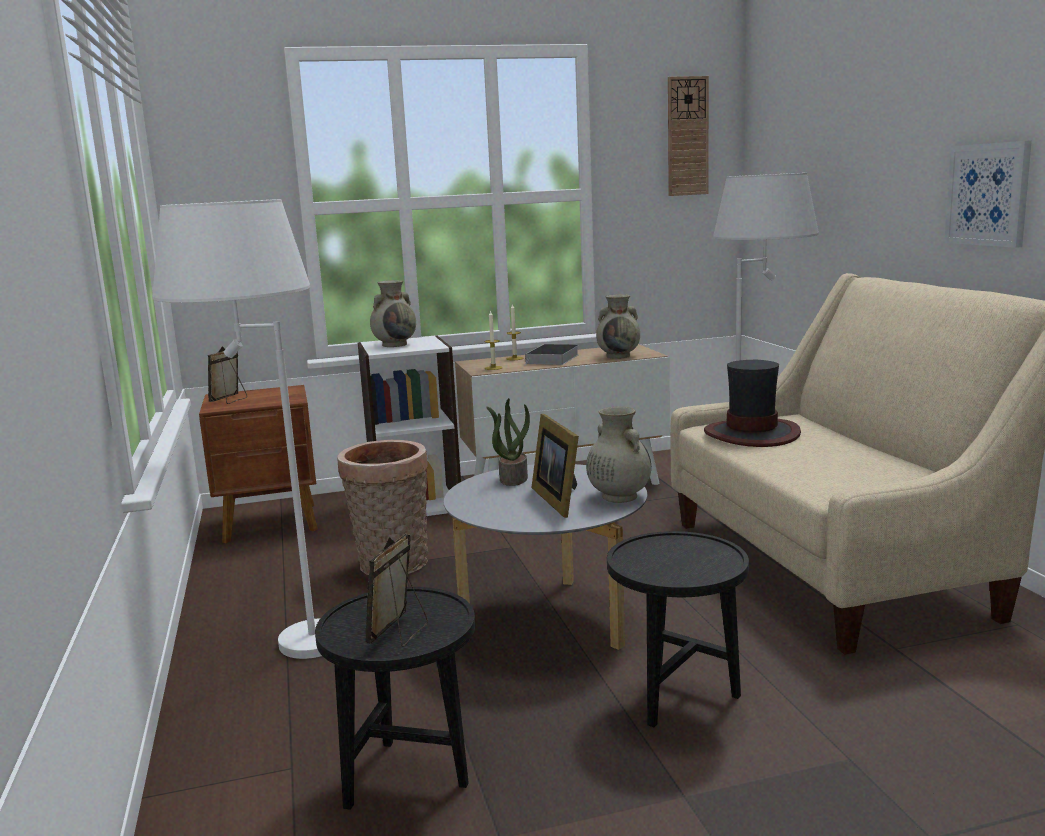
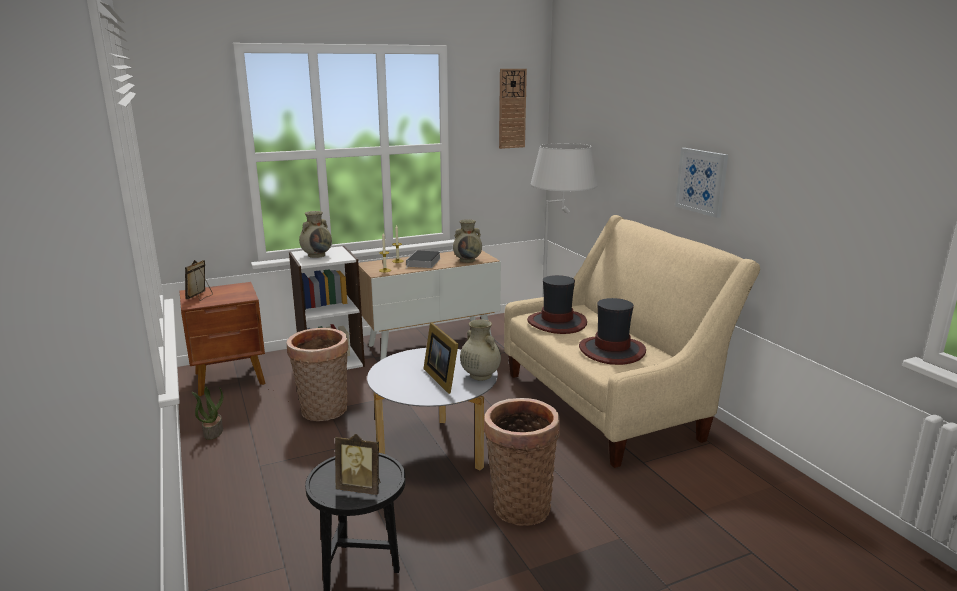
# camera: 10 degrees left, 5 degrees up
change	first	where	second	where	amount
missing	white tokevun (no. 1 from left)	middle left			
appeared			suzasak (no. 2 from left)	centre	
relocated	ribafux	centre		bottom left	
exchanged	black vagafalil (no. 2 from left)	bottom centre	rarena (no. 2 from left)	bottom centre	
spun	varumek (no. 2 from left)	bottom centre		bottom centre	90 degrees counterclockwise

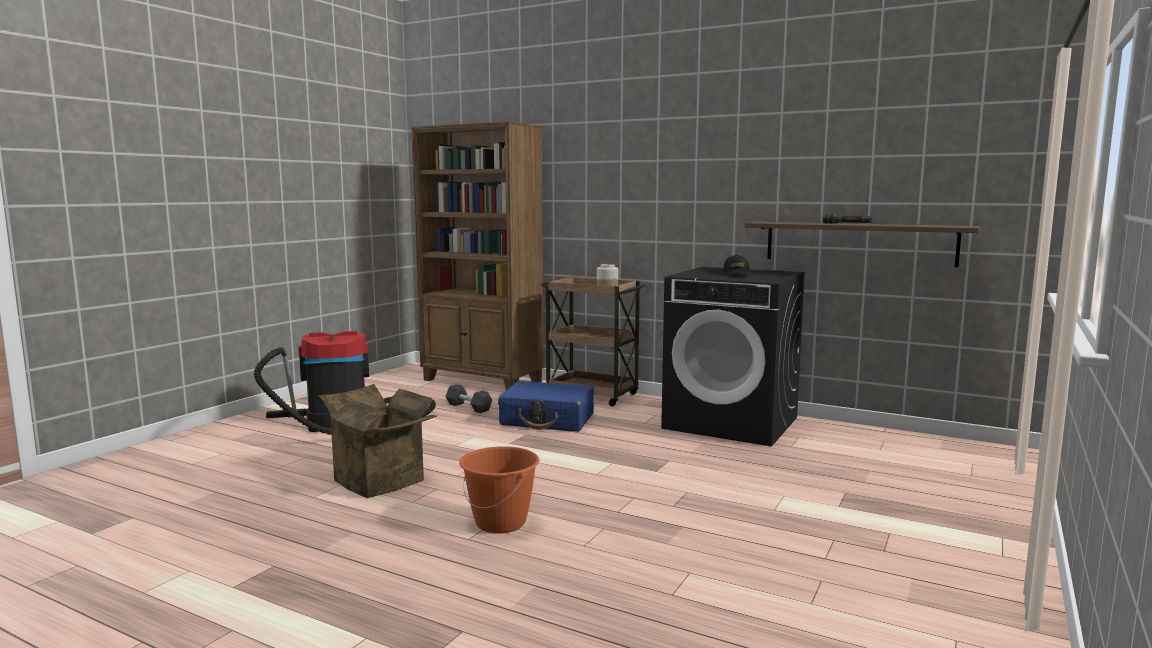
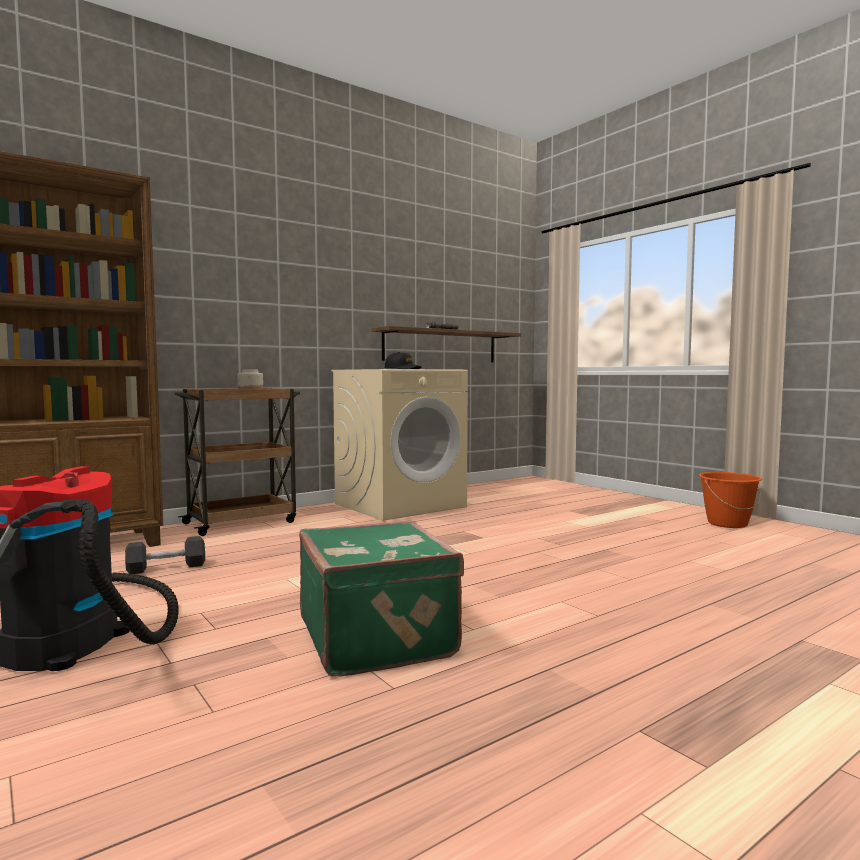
# camera: 65 degrees left, 5 degrees down
change	first	where	second	where	amount
missing	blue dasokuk	centre			
relocated	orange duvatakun	bottom centre		middle right	
exchanged	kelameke	bottom left	green dasokuk	bottom centre	
colour	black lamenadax	centre	beige lamenadax	centre	

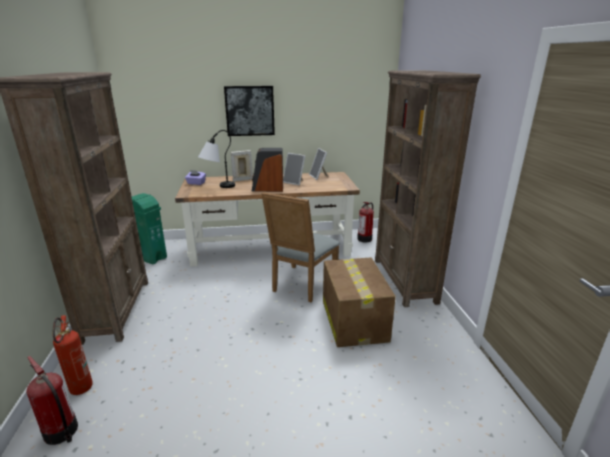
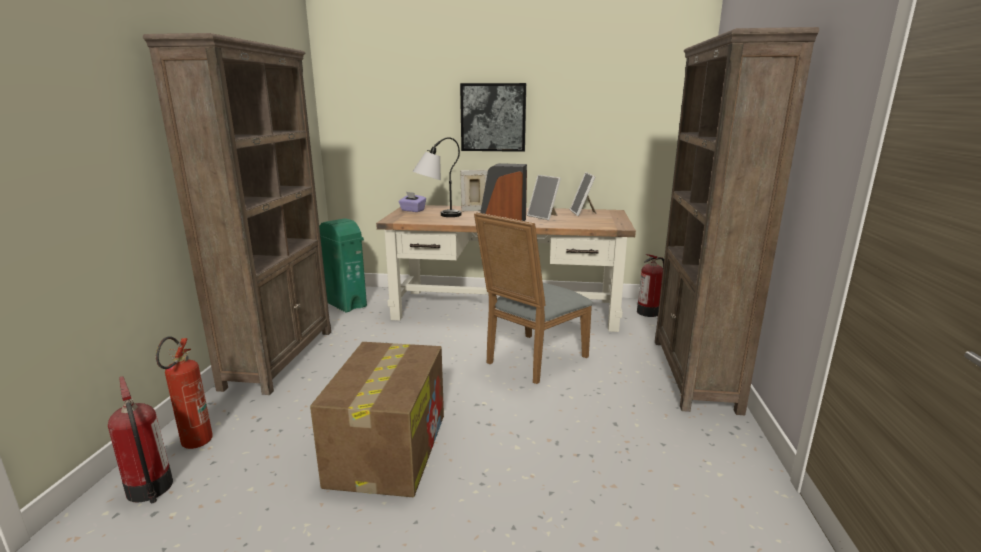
# camera: 15 degrees right, 5 degrees down
change	first	where	second	where	amount
relocated	kelameke	centre		bottom centre	

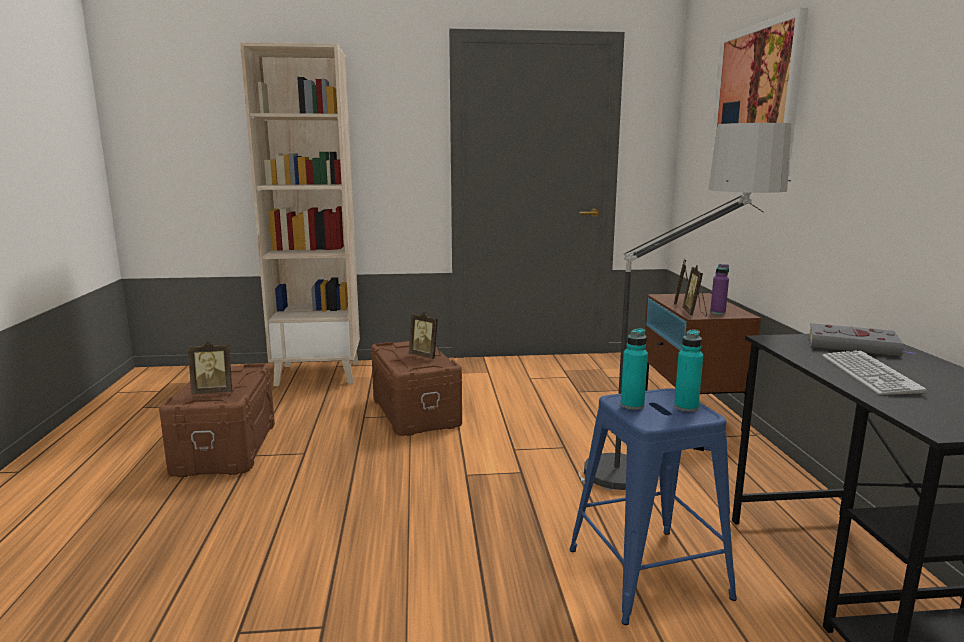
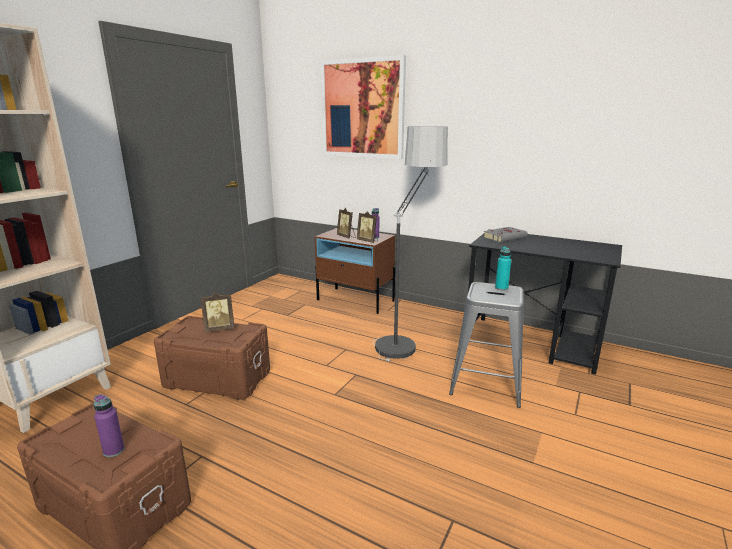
# camera: 55 degrees left, 5 degrees up
change	first	where	second	where	amount
missing	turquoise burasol (no. 1 from left)	centre			
missing	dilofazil	middle right			
exchanged	varumek (no. 1 from left)	middle left	purple burasol (no. 1 from left)	bottom left	
colour	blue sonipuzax	bottom right	grey sonipuzax	centre	

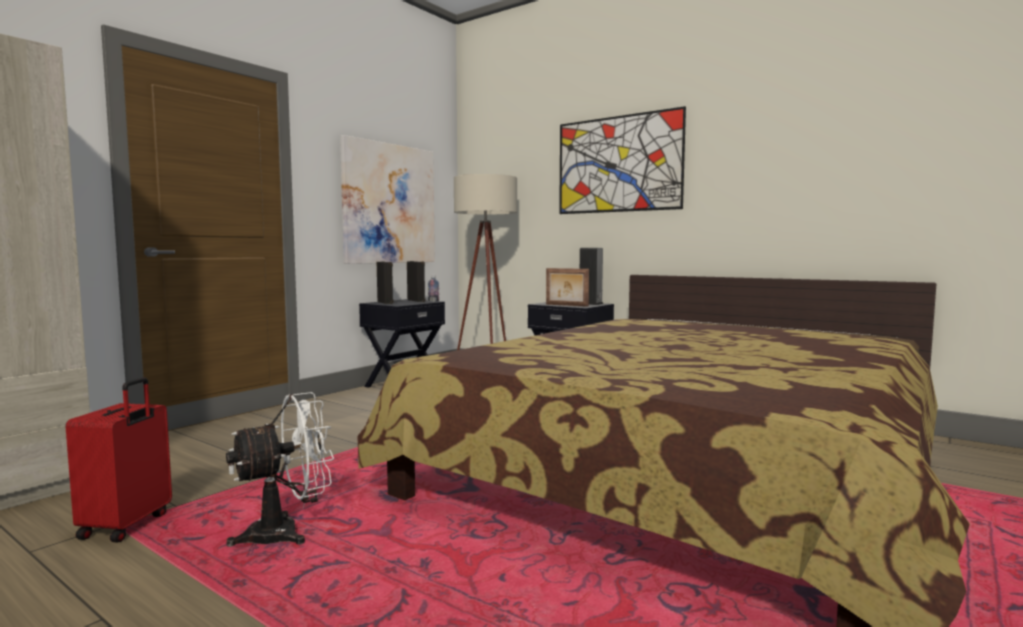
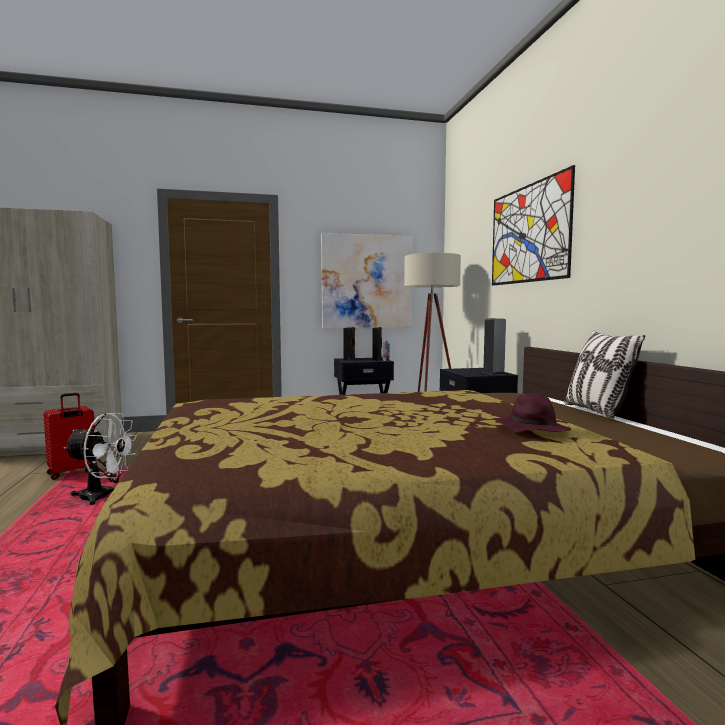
# camera: 40 degrees right, 0 degrees up
change	first	where	second	where	amount
missing	varumek	centre			
appeared			purple suzasak	middle right	
appeared			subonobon	middle right	

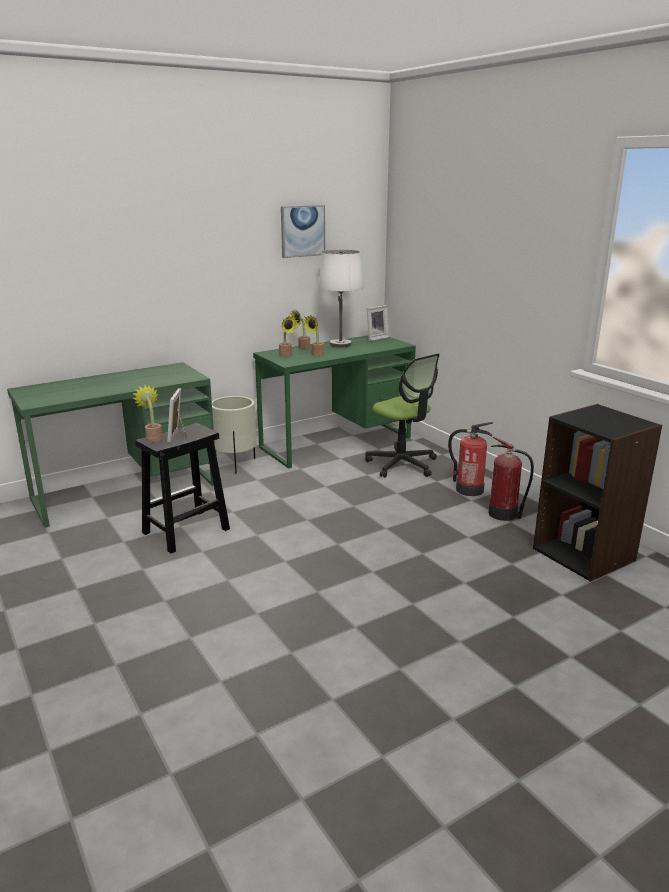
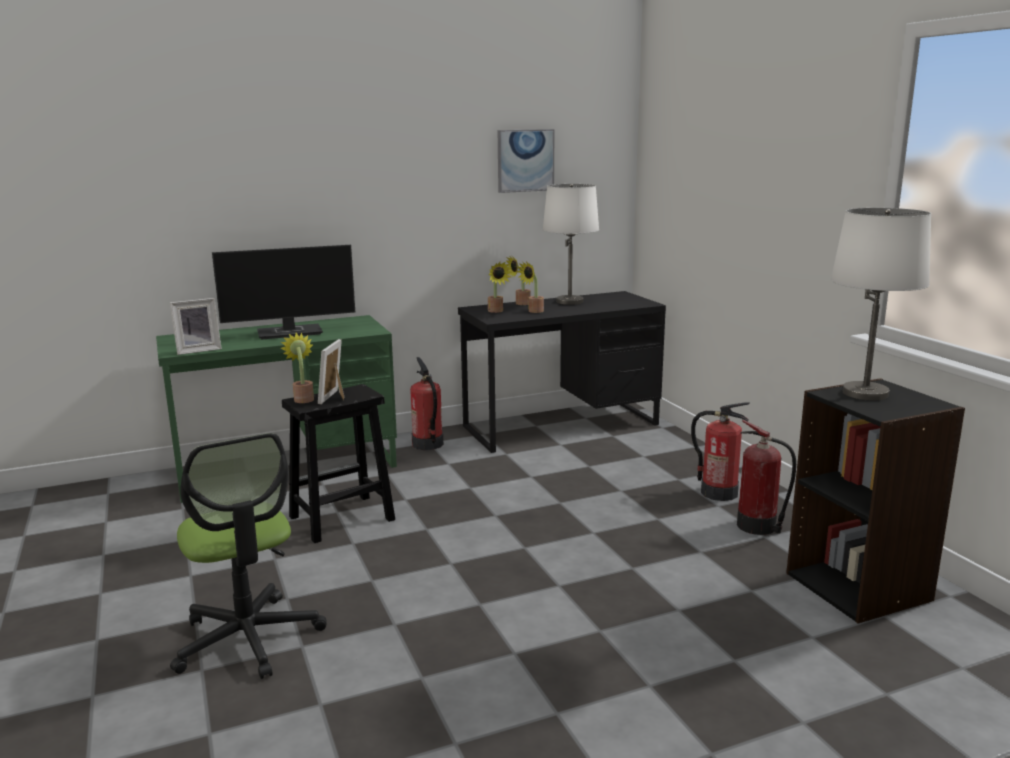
# camera: 10 degrees right, 5 degrees down
change	first	where	second	where	amount
appeared			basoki	middle left	
appeared			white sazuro (no. 2 from left)	middle right	
relocated	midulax	centre		bottom left	
relocated	varumek (no. 2 from left in the first image)	centre	varumek (no. 1 from left)	middle left	
exchanged	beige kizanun	centre	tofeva (no. 1 from left)	centre	
colour	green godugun (no. 2 from left)	centre	black godugun	centre	

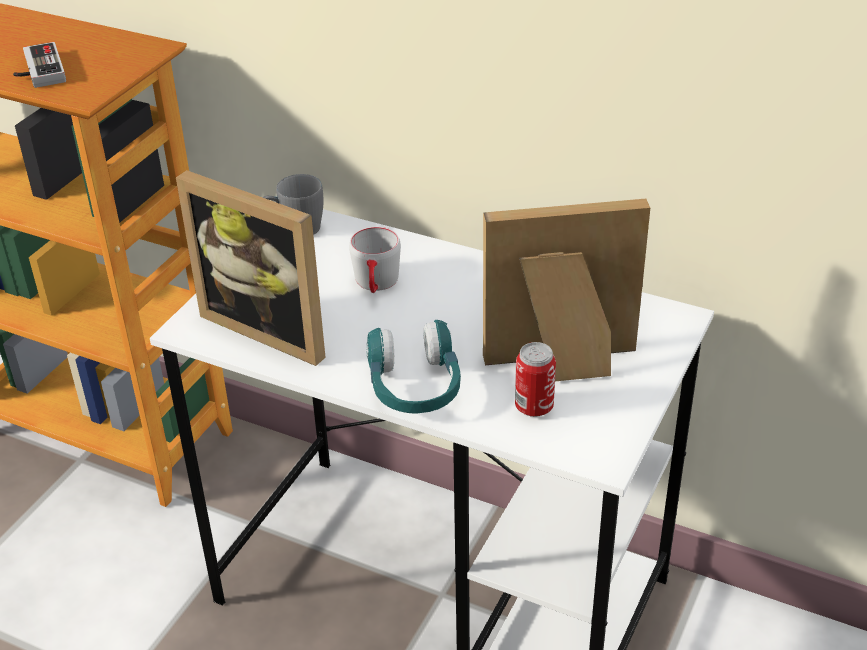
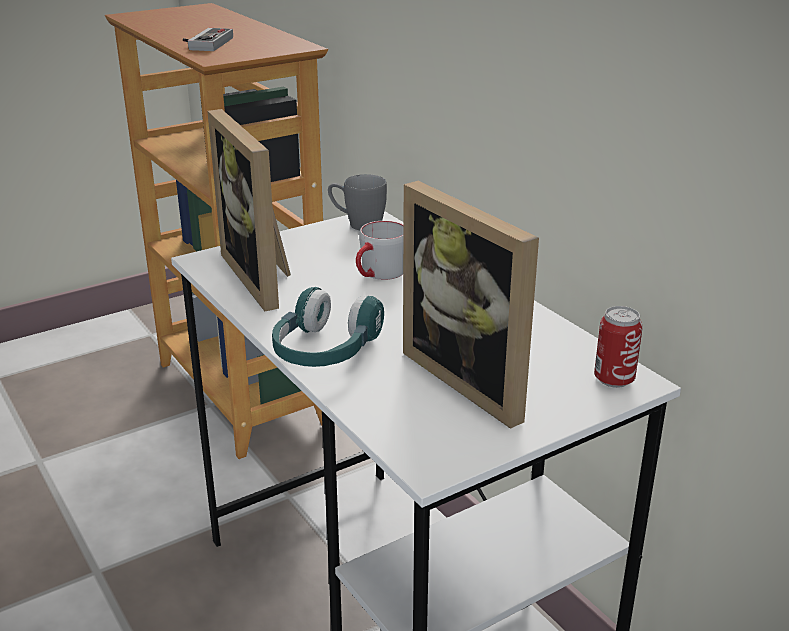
# camera: 30 degrees right, 10 degrees down
change	first	where	second	where	amount
relocated	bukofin	centre		middle right	
spun	varumek (no. 2 from left)	centre		centre	150 degrees counterclockwise

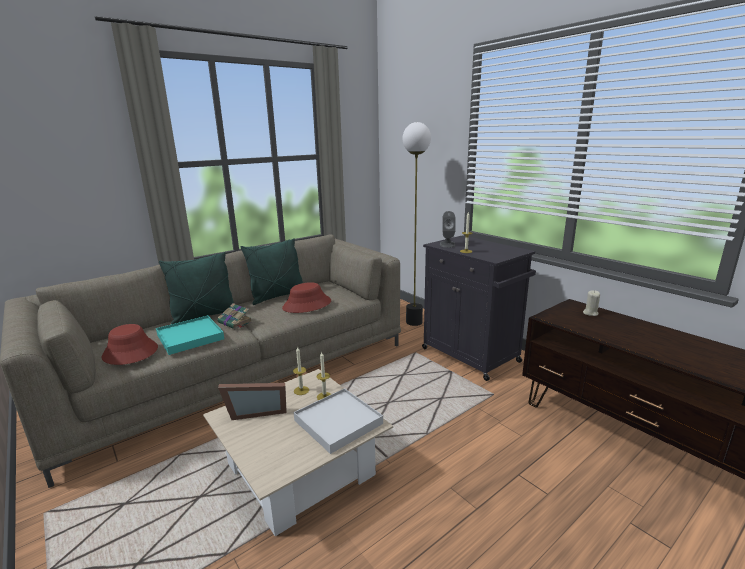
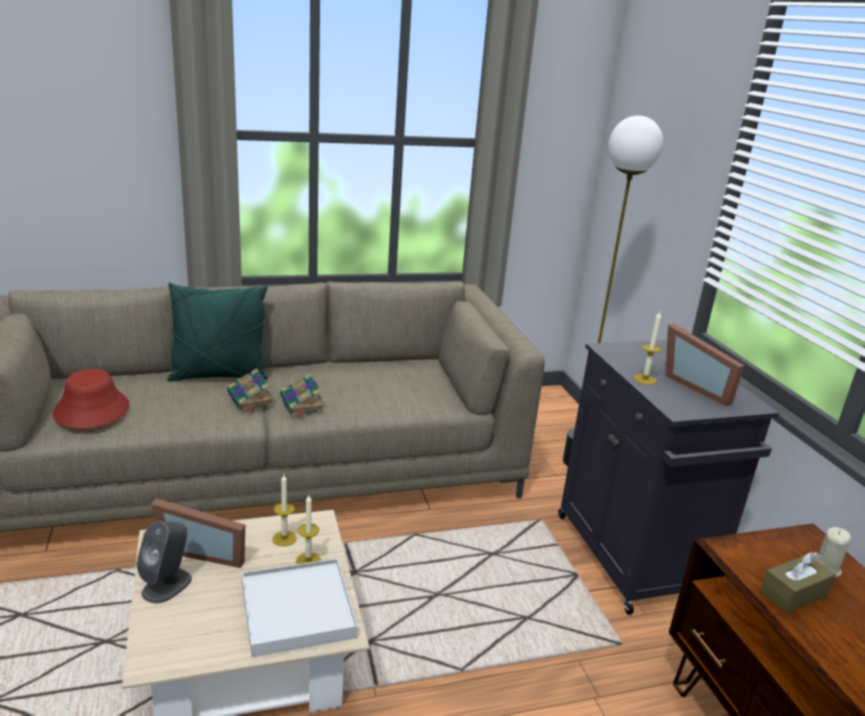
# camera: 20 degrees right, 5 degrees up
change	first	where	second	where	amount
missing	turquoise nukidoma	middle left			
missing	green subonobon (no. 2 from left)	centre			
missing	red suzasak (no. 2 from left)	centre			
appeared			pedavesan (no. 2 from left)	centre	
appeared			varumek (no. 2 from left)	middle right	
appeared			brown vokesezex	bottom right	
relocated	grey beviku	centre		bottom left	

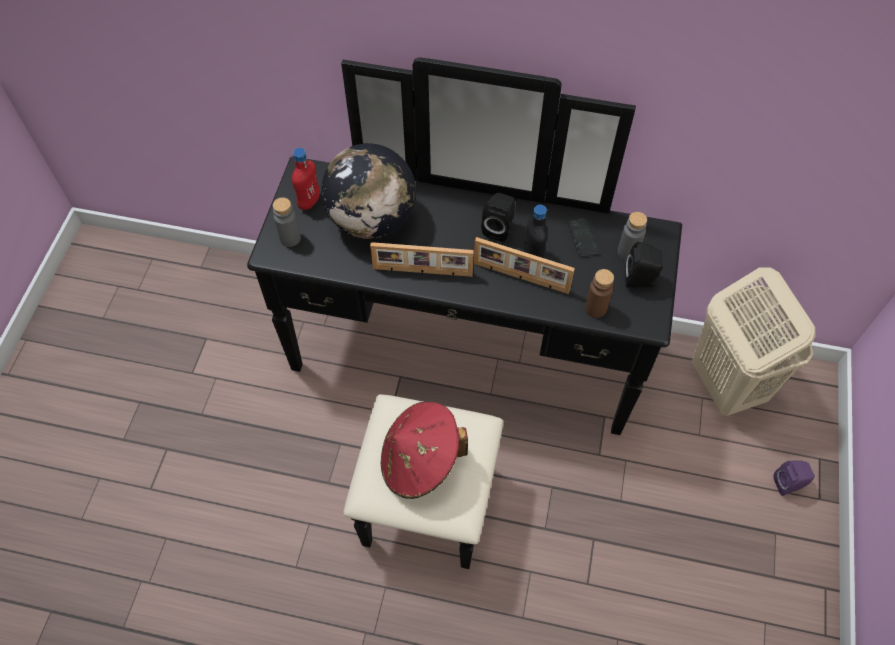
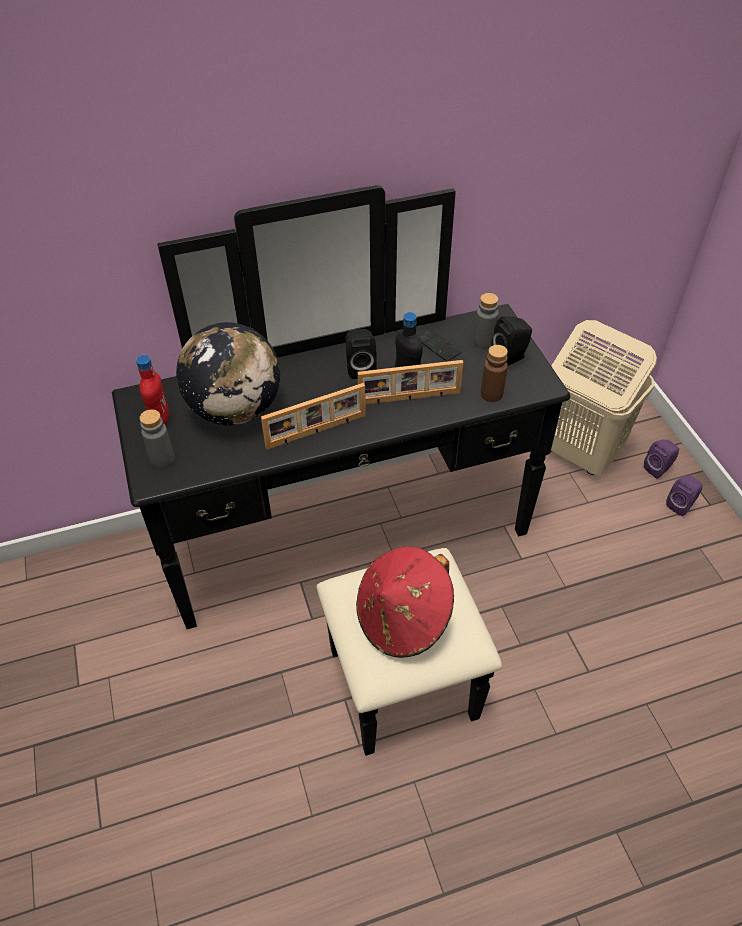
# camera: 30 degrees left, 10 degrees down
change	first	where	second	where	amount
appeared			purple beviku (no. 1 from left)	middle right	

